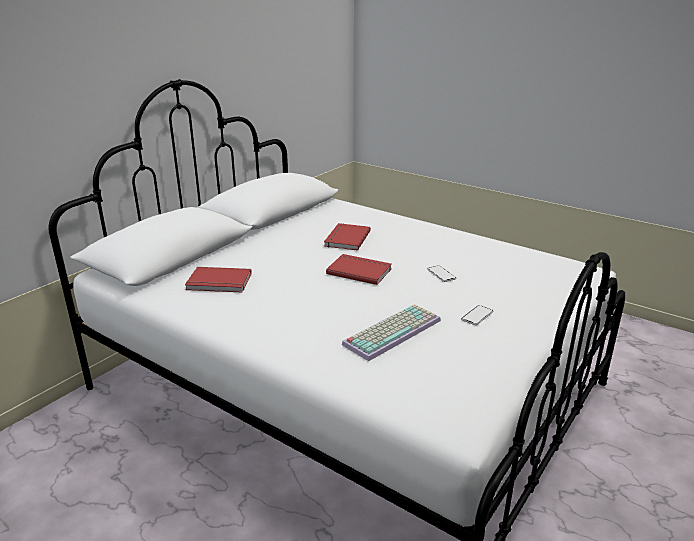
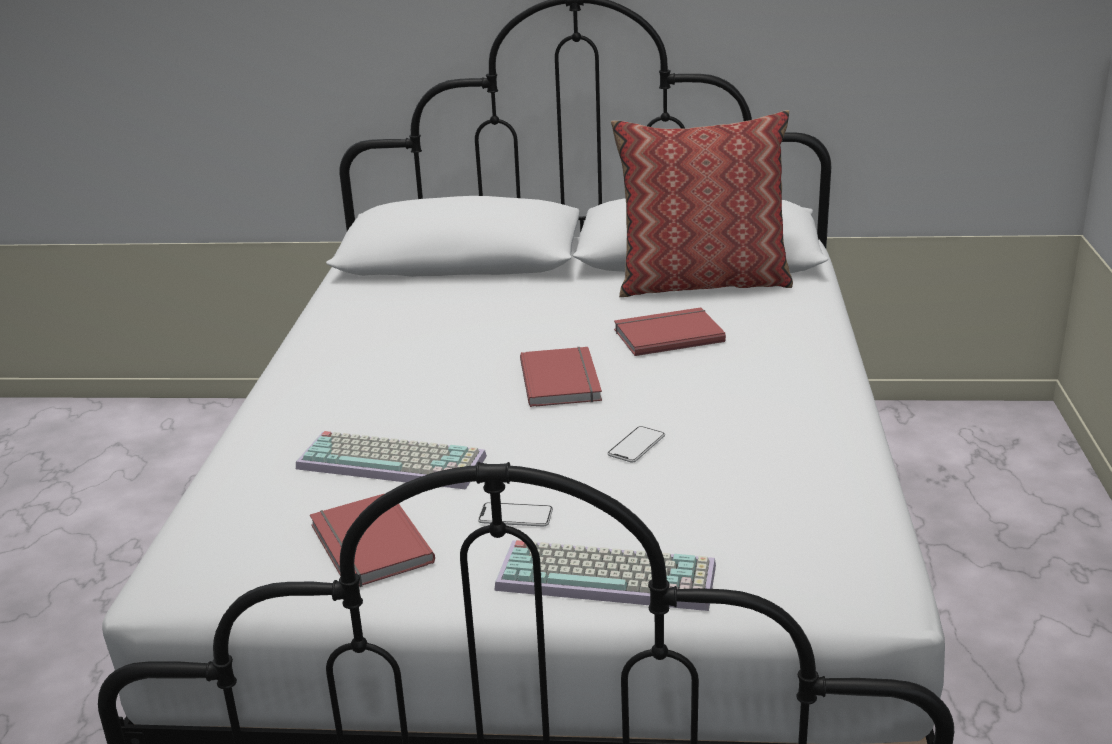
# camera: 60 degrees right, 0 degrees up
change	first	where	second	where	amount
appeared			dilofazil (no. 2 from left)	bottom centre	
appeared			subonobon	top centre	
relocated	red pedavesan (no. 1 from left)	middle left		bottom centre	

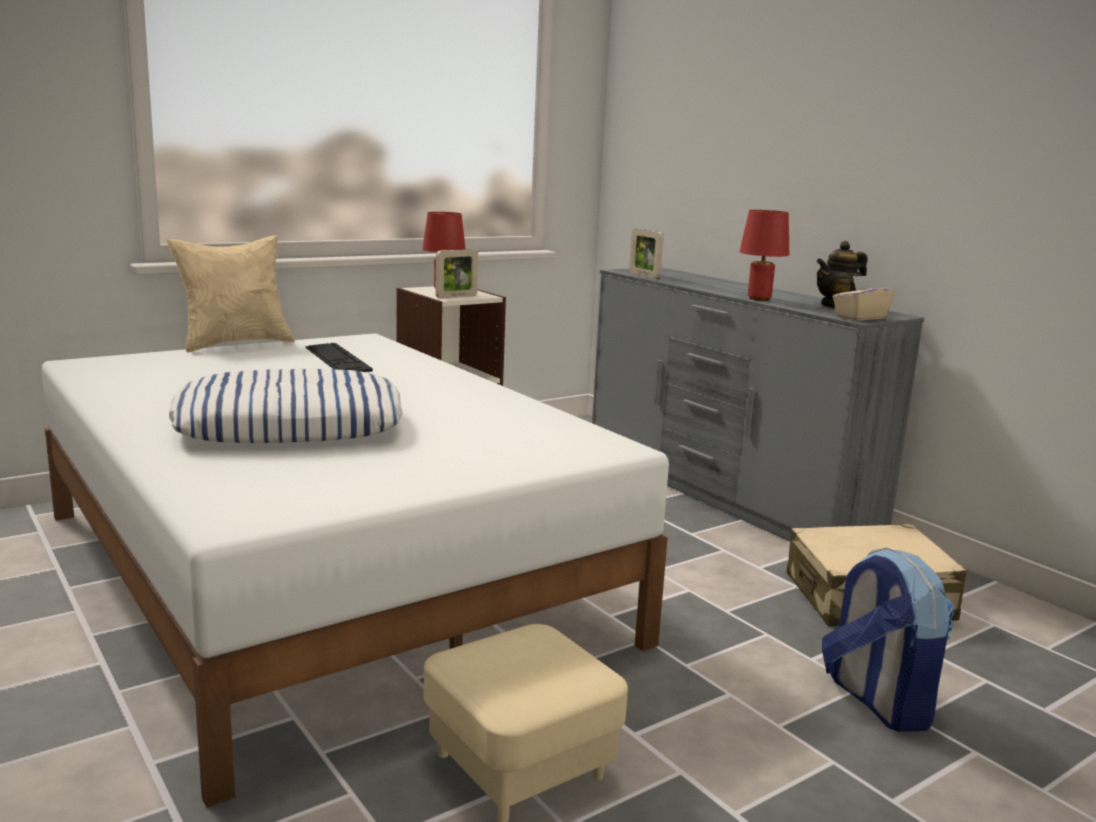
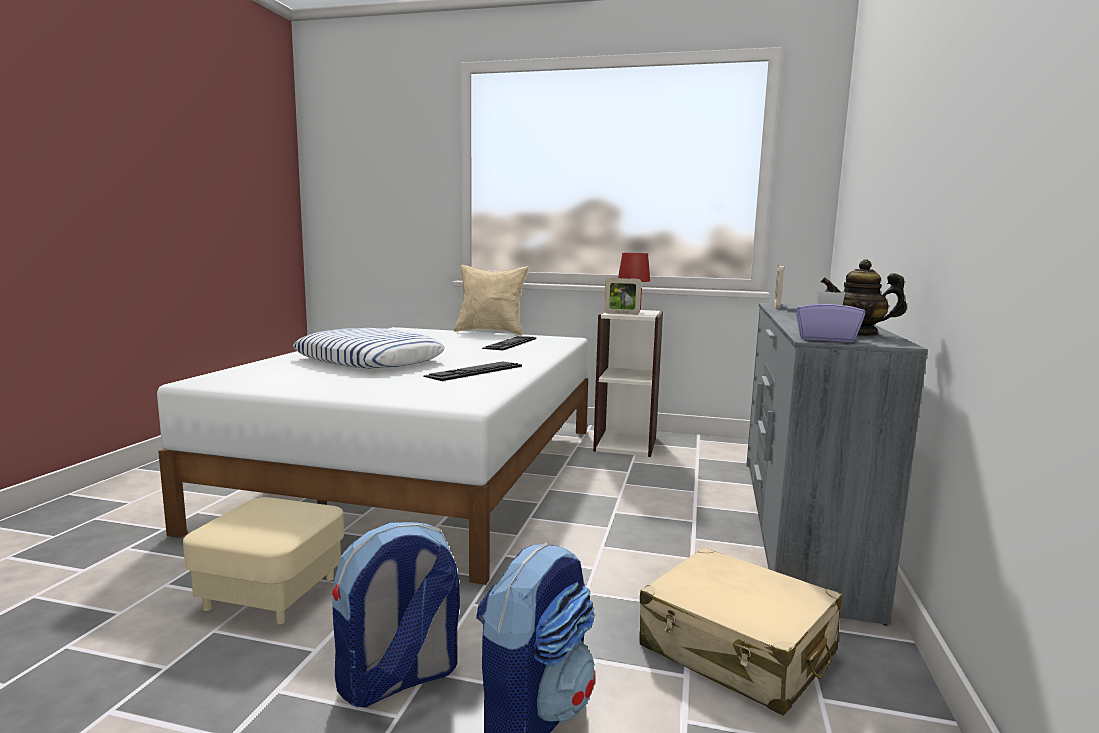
# camera: 50 degrees right, 5 degrees down
change	first	where	second	where	amount
missing	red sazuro (no. 2 from left)	top right			
appeared			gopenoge (no. 1 from left)	bottom centre	
appeared			dilofazil (no. 1 from left)	centre	
colour	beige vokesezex	middle right	purple vokesezex	middle right	

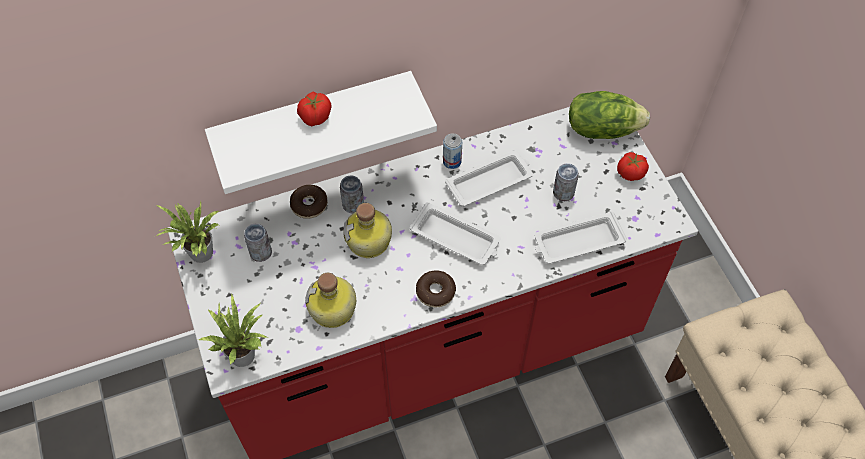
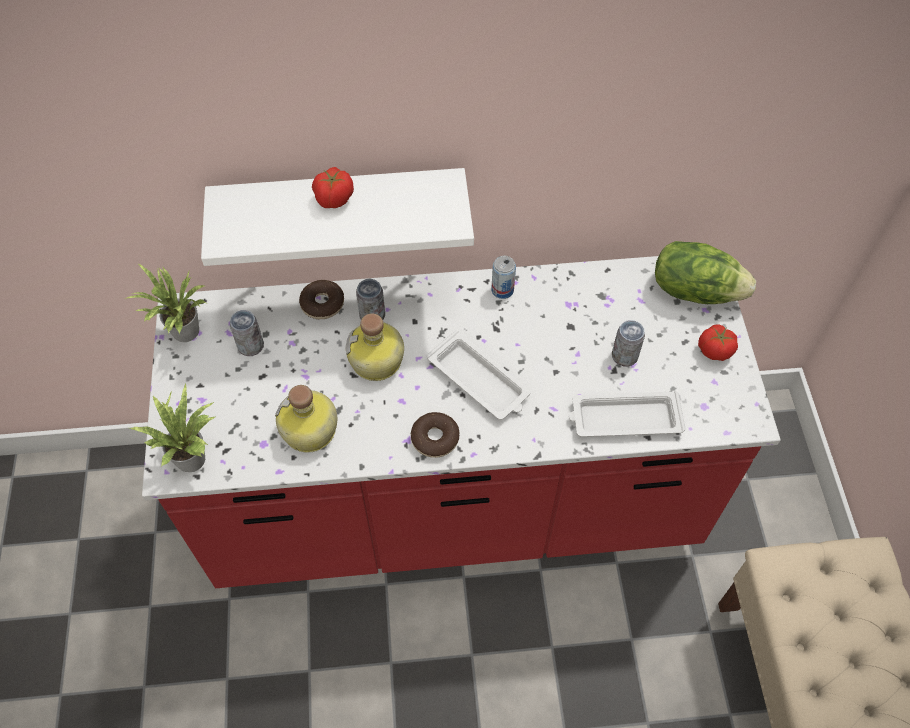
# camera: 15 degrees right, 0 degrees up
change	first	where	second	where	amount
missing	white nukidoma (no. 2 from left)	centre			

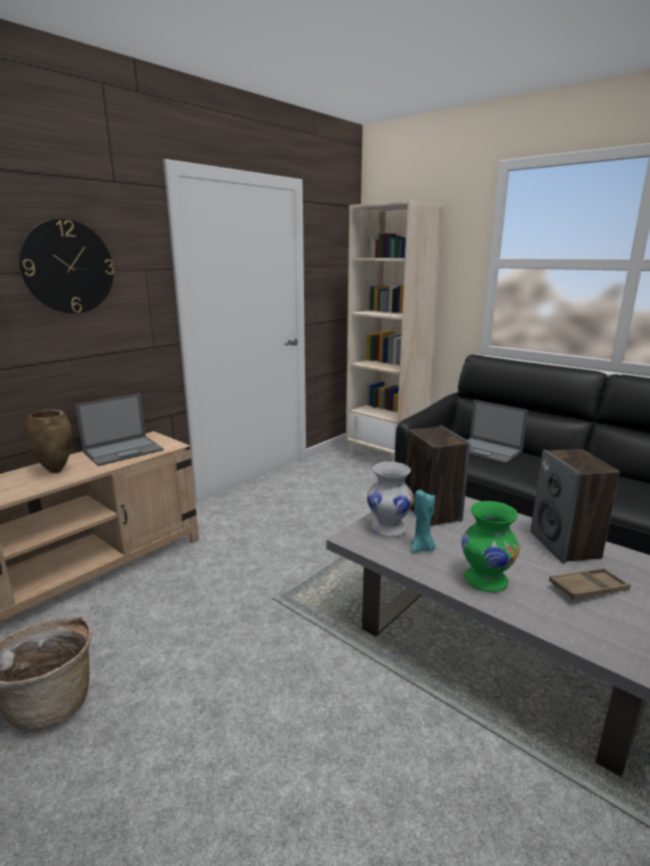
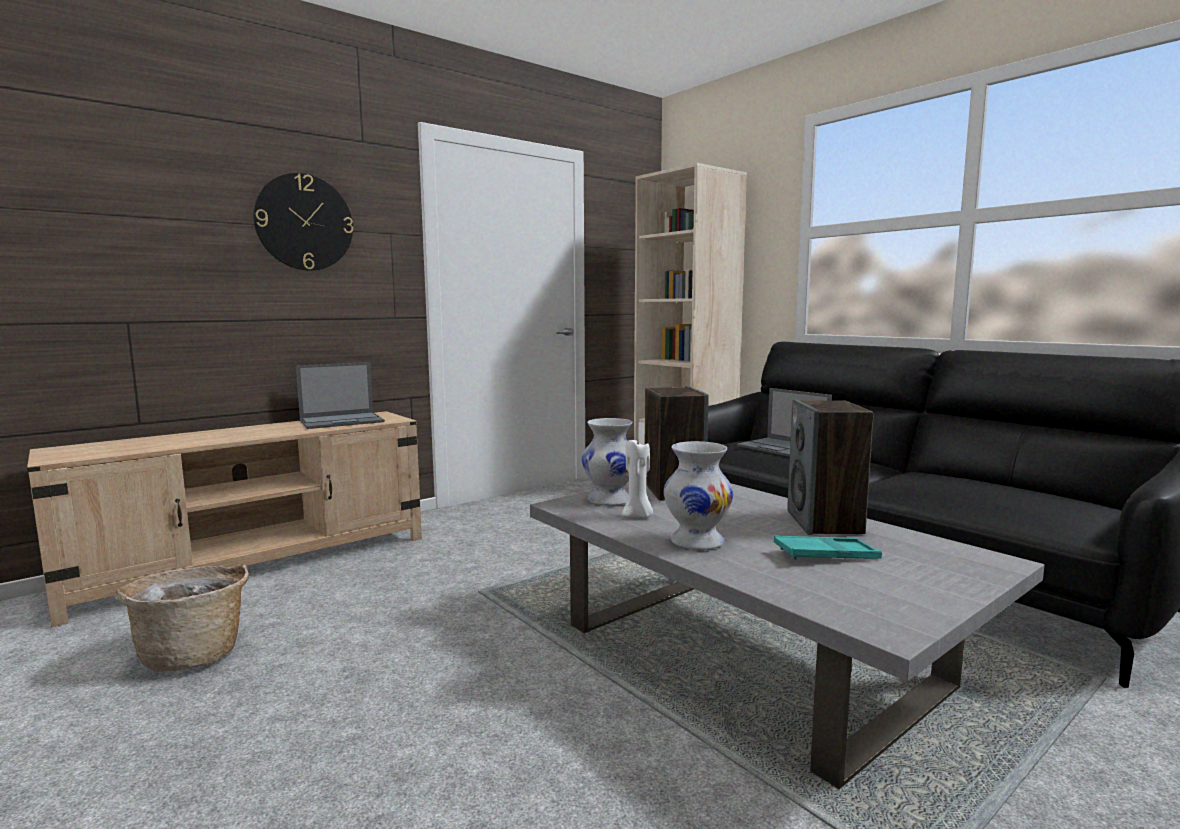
# camera: 10 degrees right, 10 degrees down
change	first	where	second	where	amount
missing	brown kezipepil	middle left			
colour	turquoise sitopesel	centre	white sitopesel	centre	
colour	green kezipepil	middle right	white kezipepil (no. 2 from left)	centre	
colour	brown nukidoma	bottom right	turquoise nukidoma	middle right	

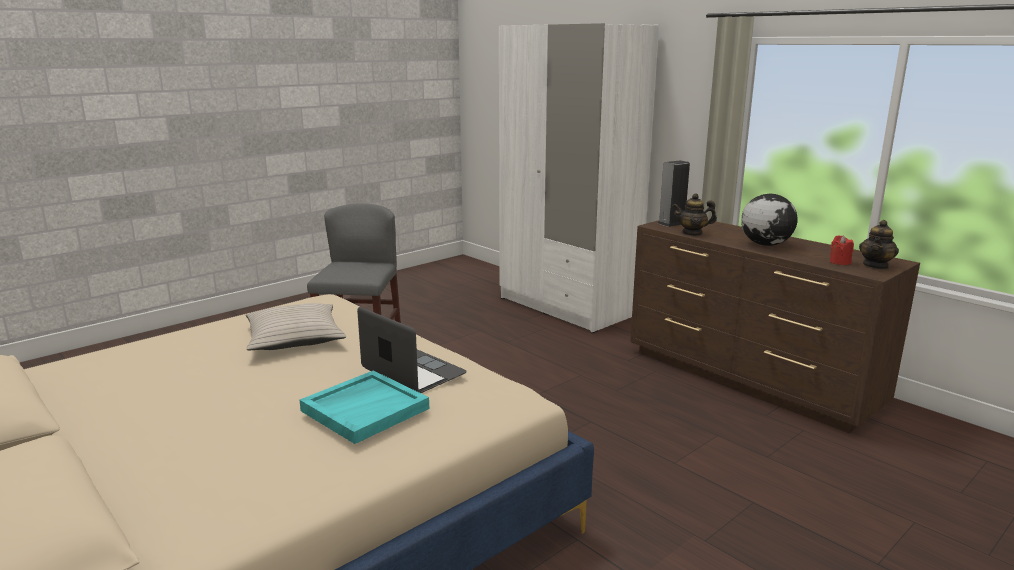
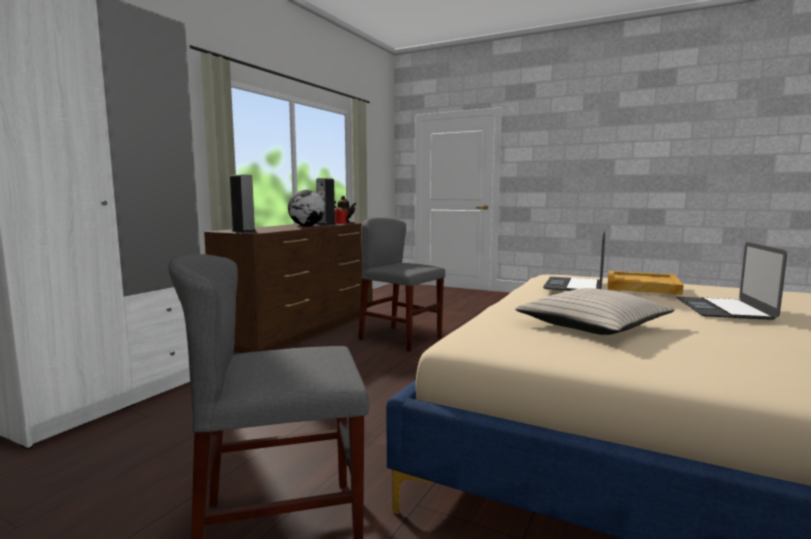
# camera: 110 degrees left, 10 degrees down
change	first	where	second	where	amount
missing	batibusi (no. 1 from left)	middle right			
appeared			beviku (no. 2 from left)	centre	
appeared			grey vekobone (no. 2 from left)	centre	
appeared			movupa (no. 2 from left)	middle right	
colour	turquoise nukidoma	bottom centre	beige nukidoma	middle right	

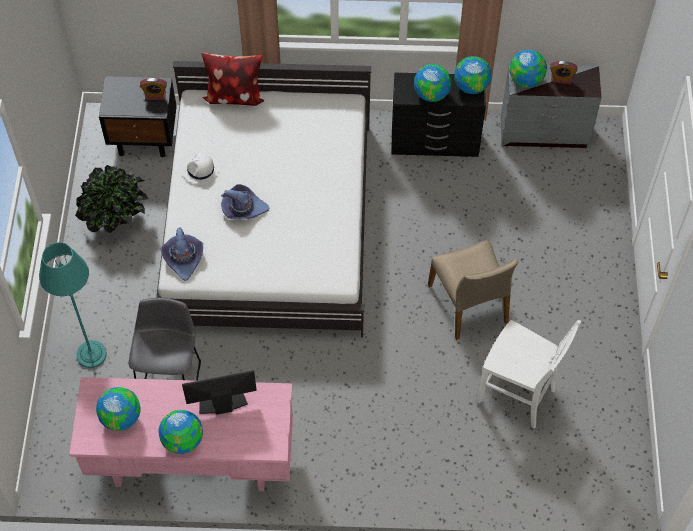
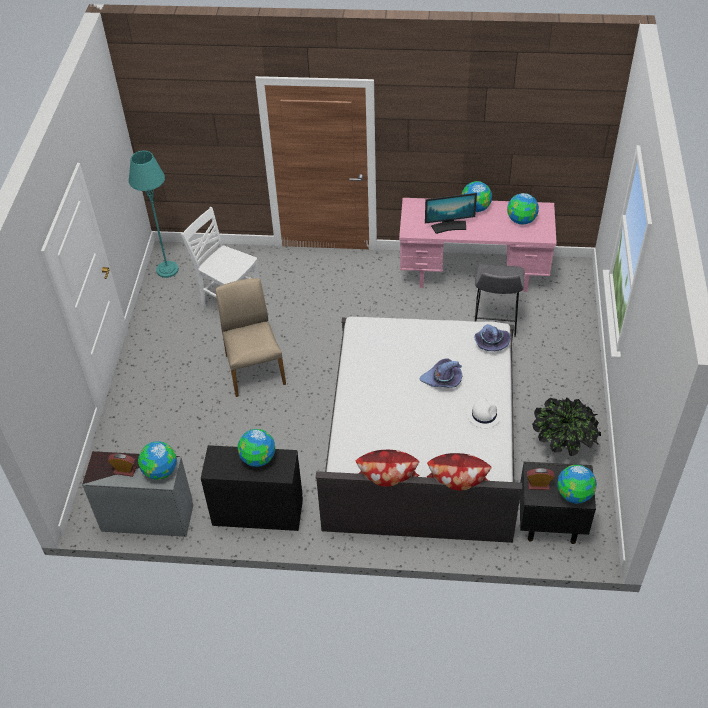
# camera: 175 degrees left, 10 degrees down
change	first	where	second	where	amount
appeared			subonobon (no. 1 from left)	centre	
relocated	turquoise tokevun	middle left		top left	
relocated	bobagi (no. 4 from left in the first image)	top right	bobagi (no. 5 from left)	bottom right	

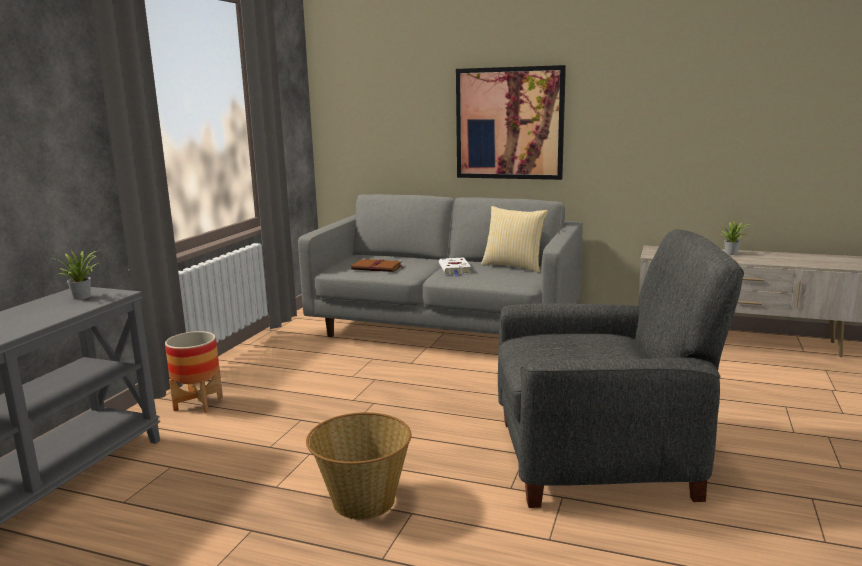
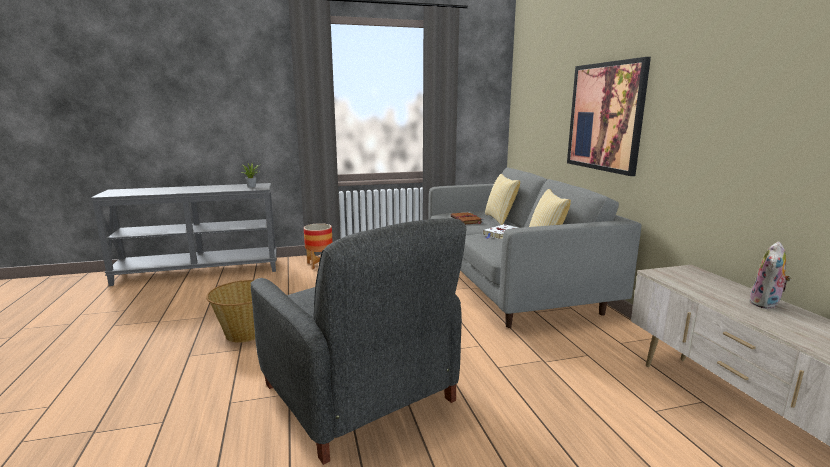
# camera: 55 degrees right, 0 degrees up
change	first	where	second	where	amount
appeared			subonobon (no. 1 from left)	centre	
exchanged	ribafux (no. 2 from left)	middle right	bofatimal	middle right	

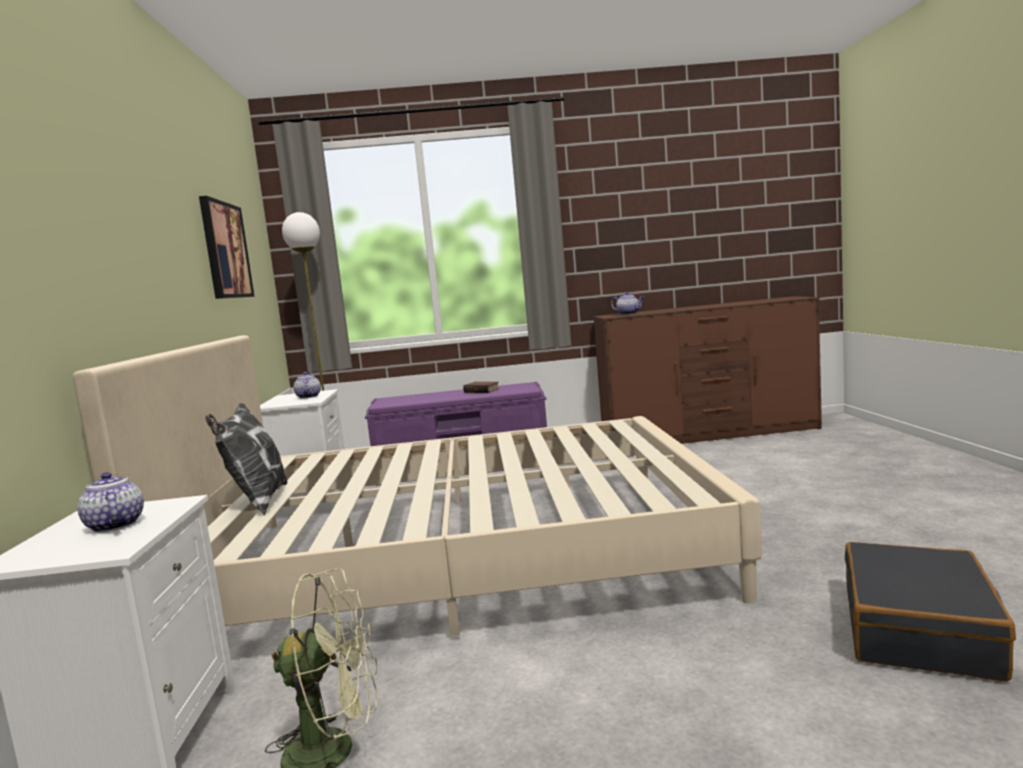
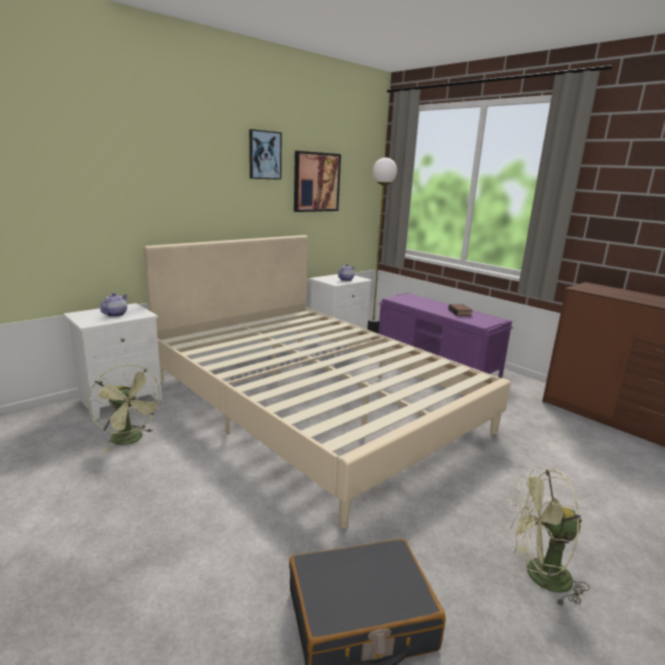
# camera: 50 degrees right, 10 degrees up
change	first	where	second	where	amount
missing	subonobon	middle left			
missing	batibusi (no. 3 from left)	centre			
appeared			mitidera (no. 1 from left)	top centre	
appeared			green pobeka (no. 2 from left)	bottom right	

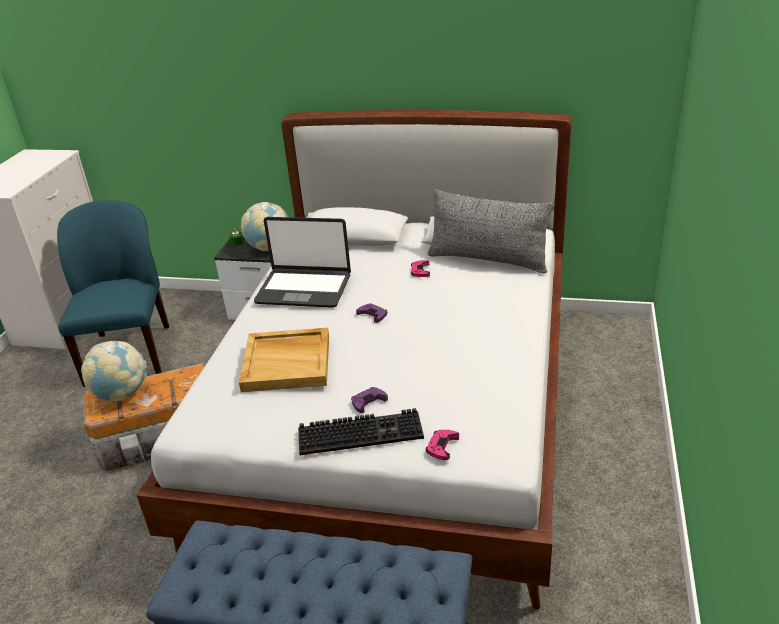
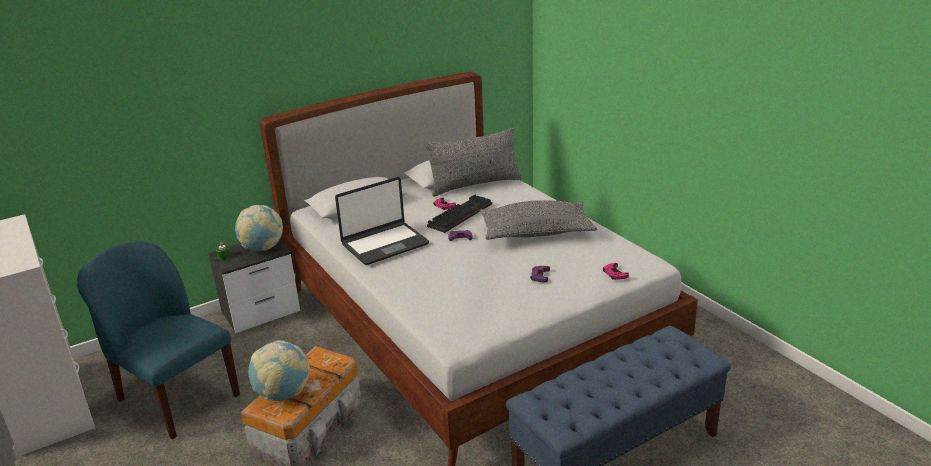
# camera: 45 degrees left, 5 degrees down
change	first	where	second	where	amount
missing	beige nukidoma	centre			
appeared			grey subonobon (no. 2 from left)	centre	
relocated	dilofazil	bottom centre		centre	

